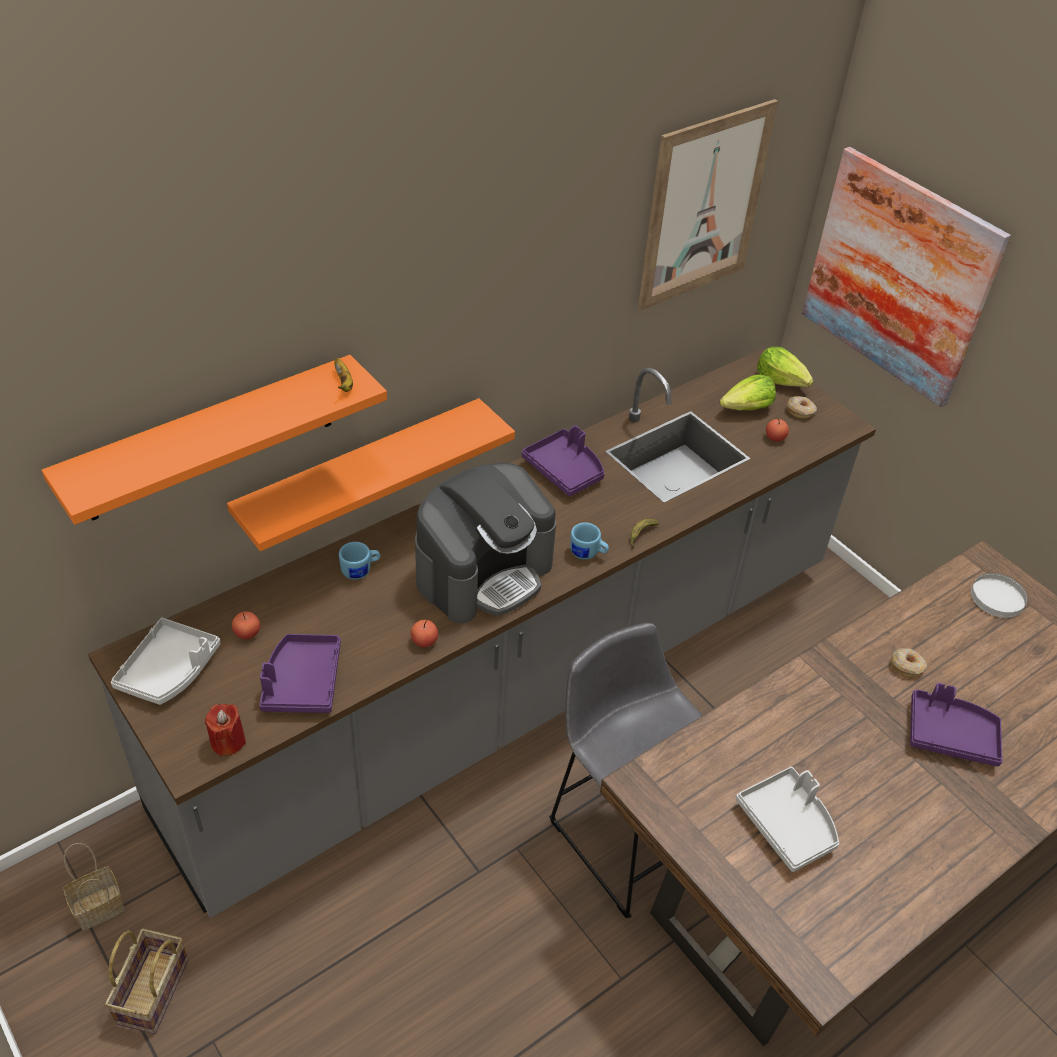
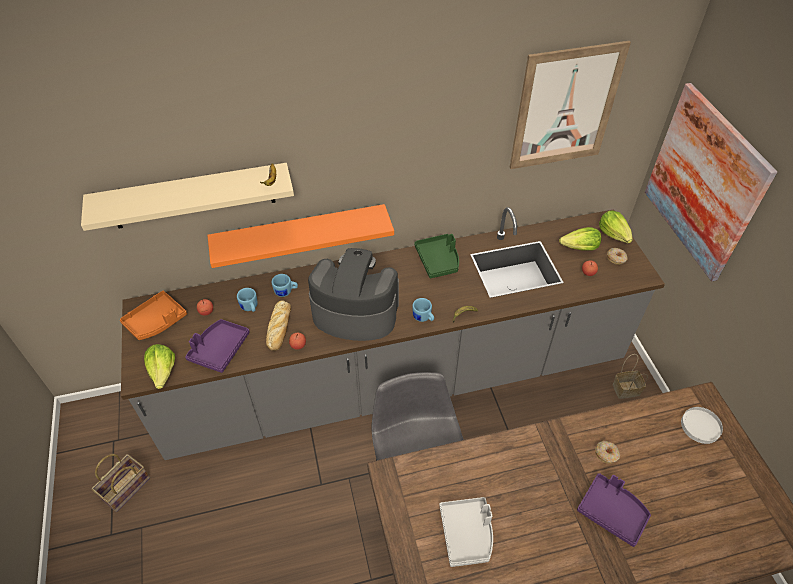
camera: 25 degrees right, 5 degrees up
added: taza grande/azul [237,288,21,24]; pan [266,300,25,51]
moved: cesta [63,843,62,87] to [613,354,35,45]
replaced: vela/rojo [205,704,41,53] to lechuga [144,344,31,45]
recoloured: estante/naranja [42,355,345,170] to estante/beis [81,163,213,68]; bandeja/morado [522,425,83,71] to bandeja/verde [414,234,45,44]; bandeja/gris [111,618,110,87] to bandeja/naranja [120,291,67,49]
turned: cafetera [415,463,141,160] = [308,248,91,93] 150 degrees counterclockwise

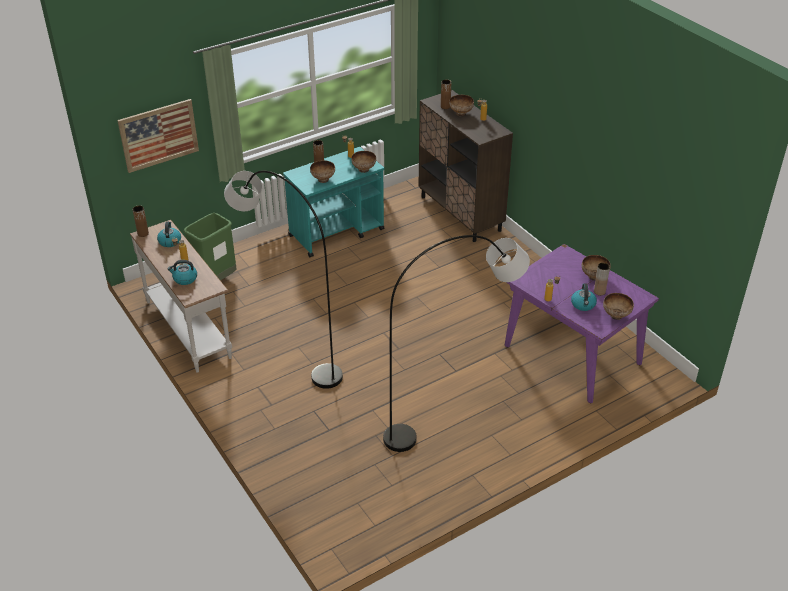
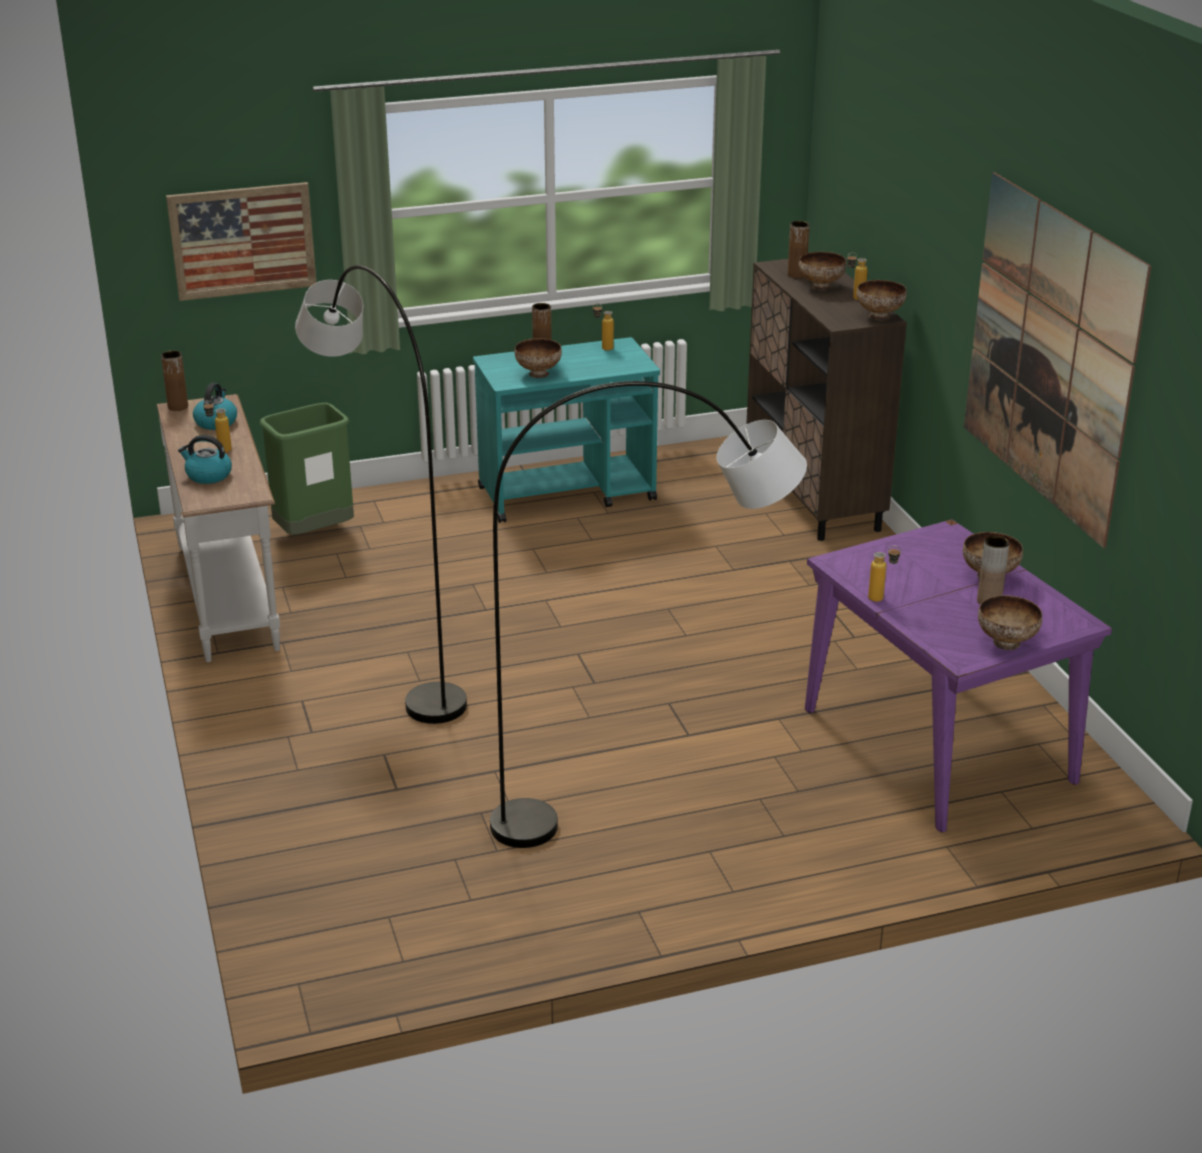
camera: 15 degrees right, 10 degrees down
removed: hervidor [571,283,26,28]
added: cuadro [964,172,187,376]
moved: cuenco [351,151,25,22] to [857,280,50,40]

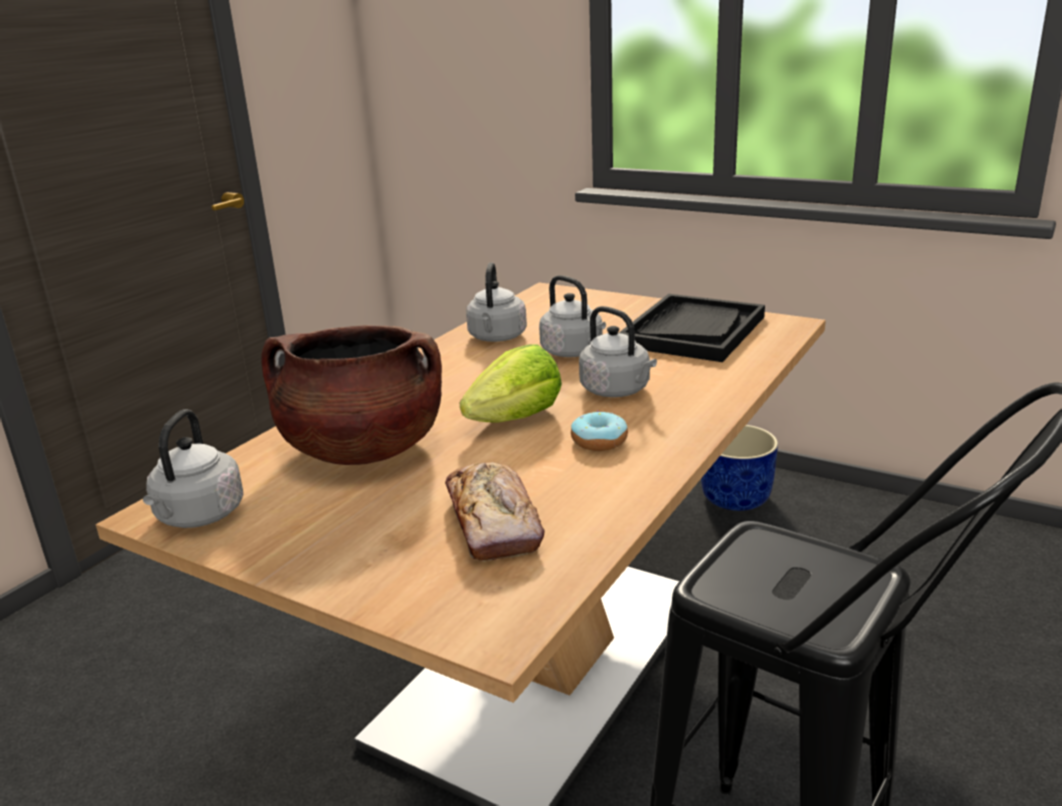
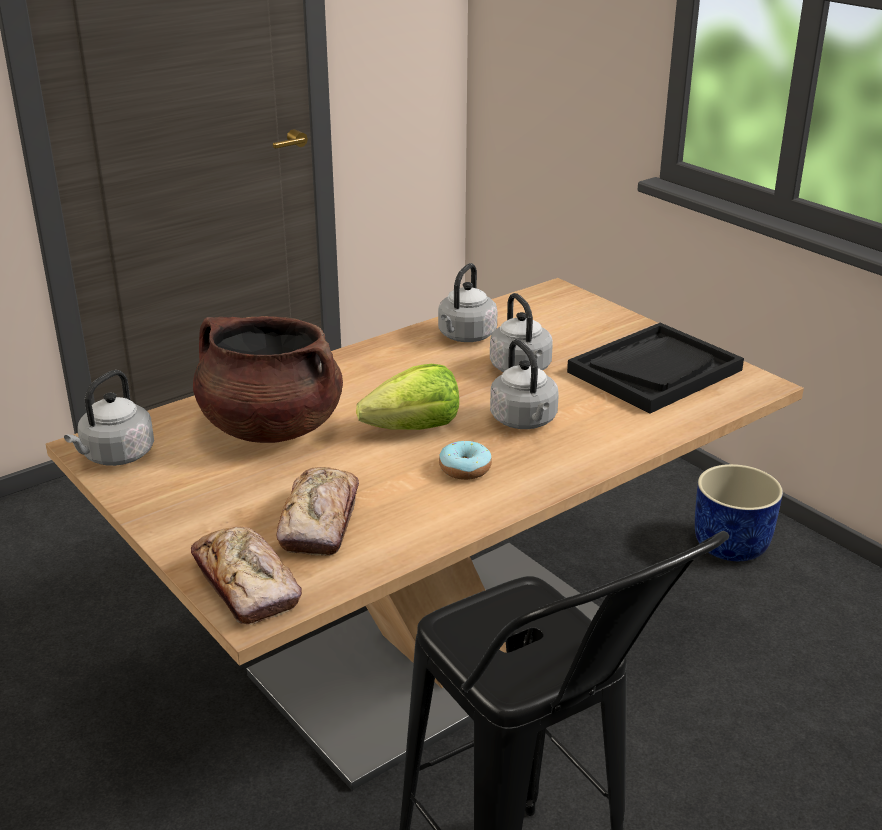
camera: 20 degrees right, 5 degrees up
added: pan [191,527,111,98]

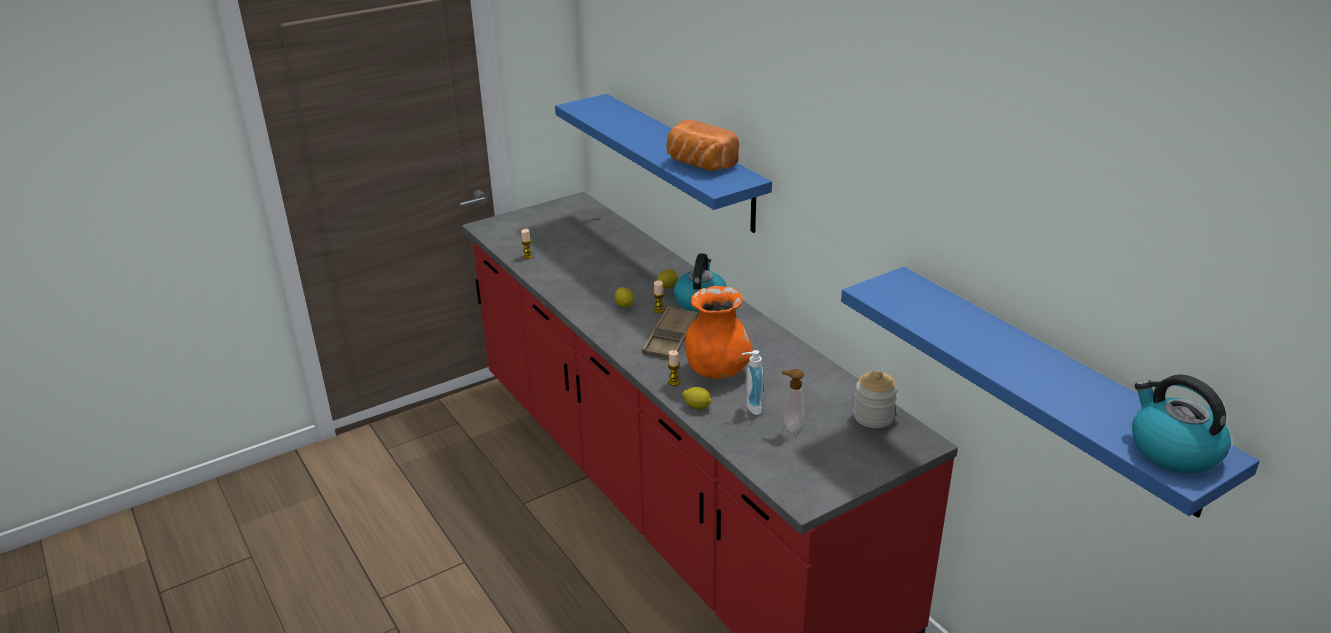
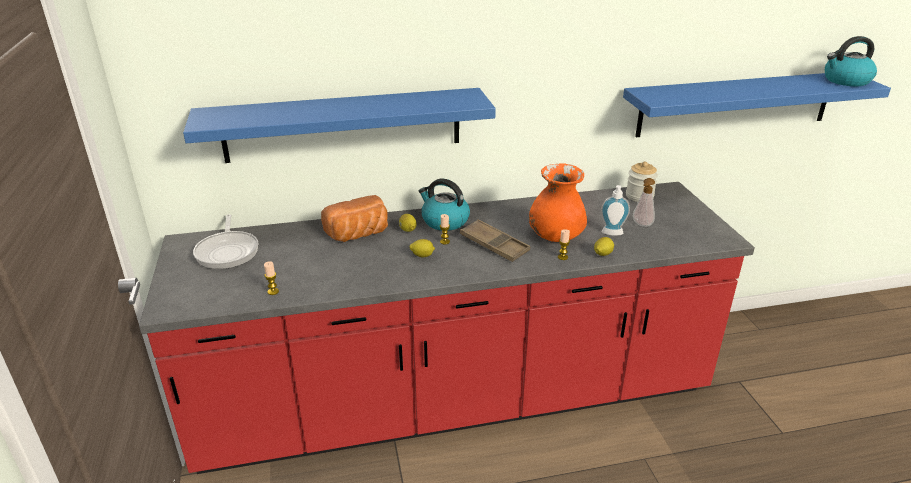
camera: 70 degrees left, 0 degrees up
added: sartén [193,214,66,55]
moved: pan [666,119,73,52] to [321,195,67,47]

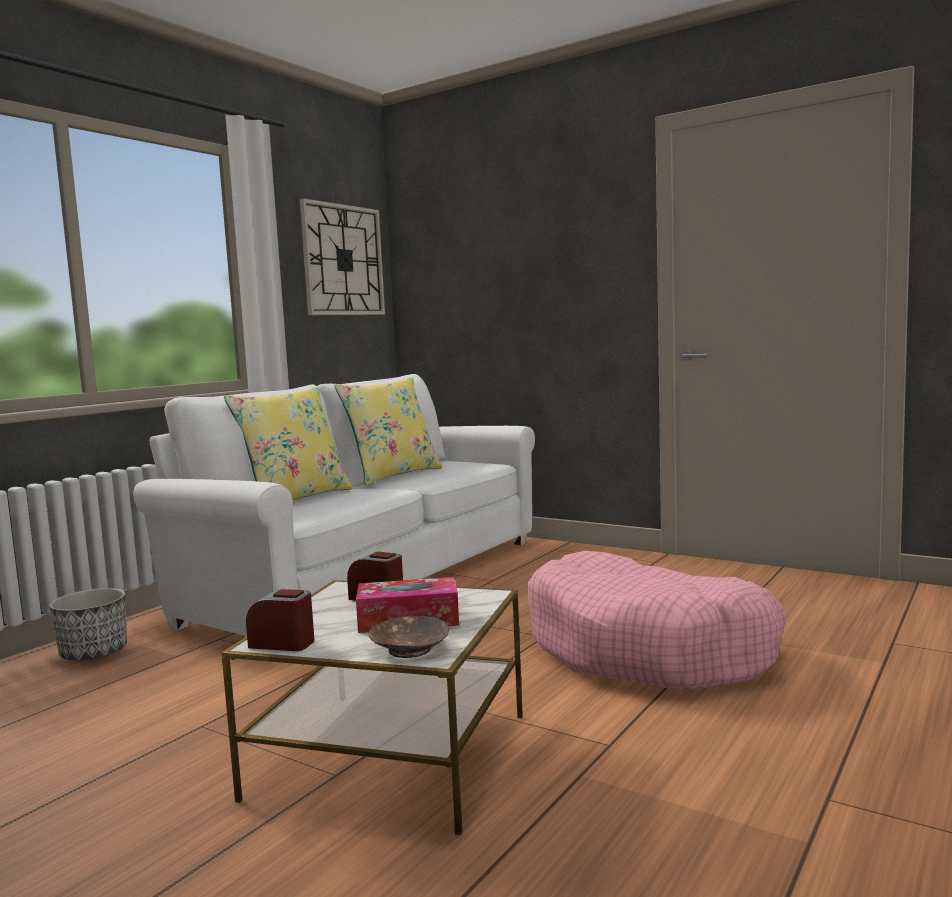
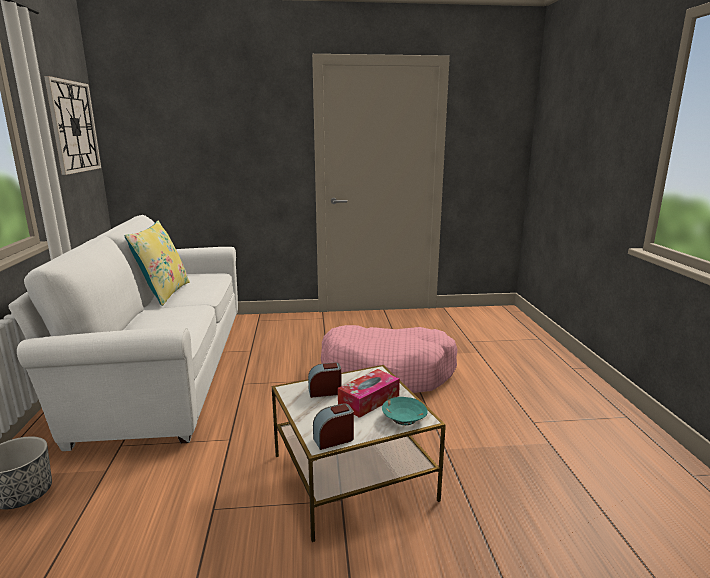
camera: 40 degrees left, 10 degrees up
removed: cojín/amarillo [224,386,129,114]
recoloured: cuenco/marrón [368,616,81,42] to cuenco/turquesa [382,397,46,28]

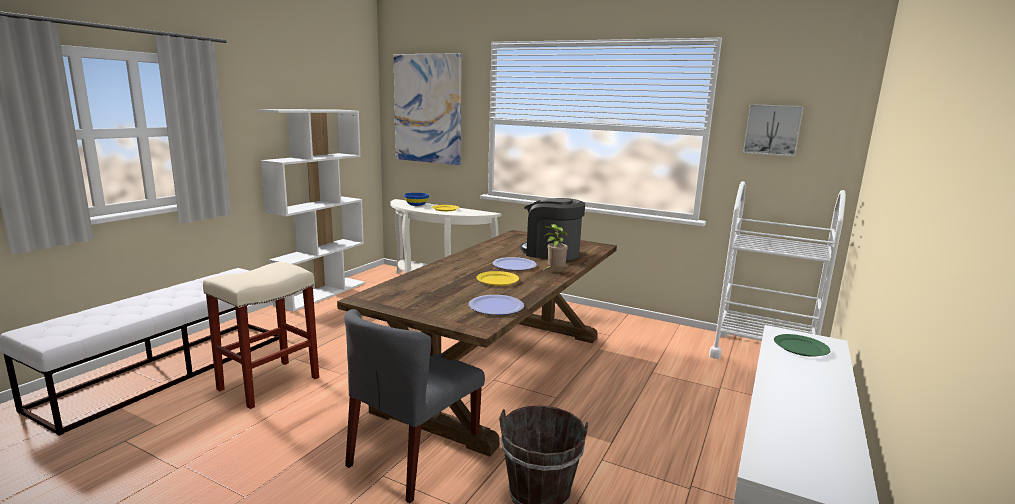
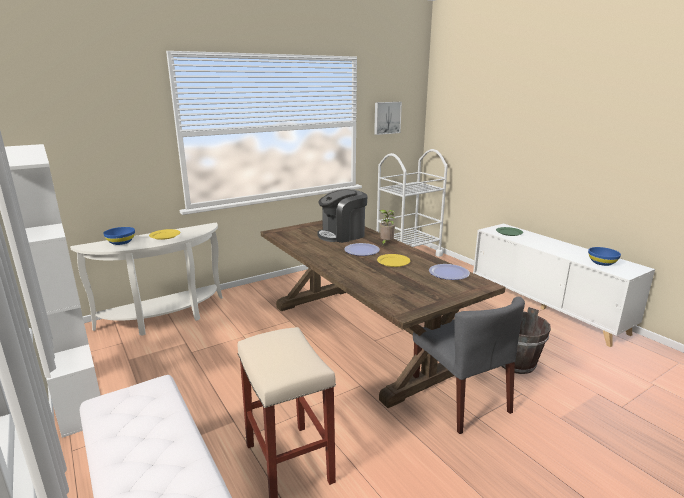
camera: 60 degrees left, 5 degrees up
removed: cuadro [394,54,68,111]
added: cuenco/azul [588,247,33,19]

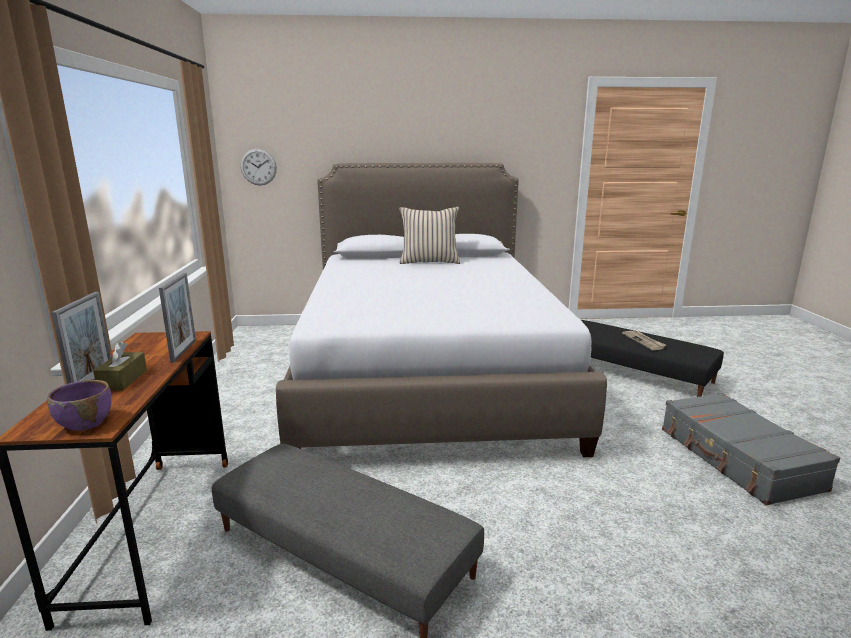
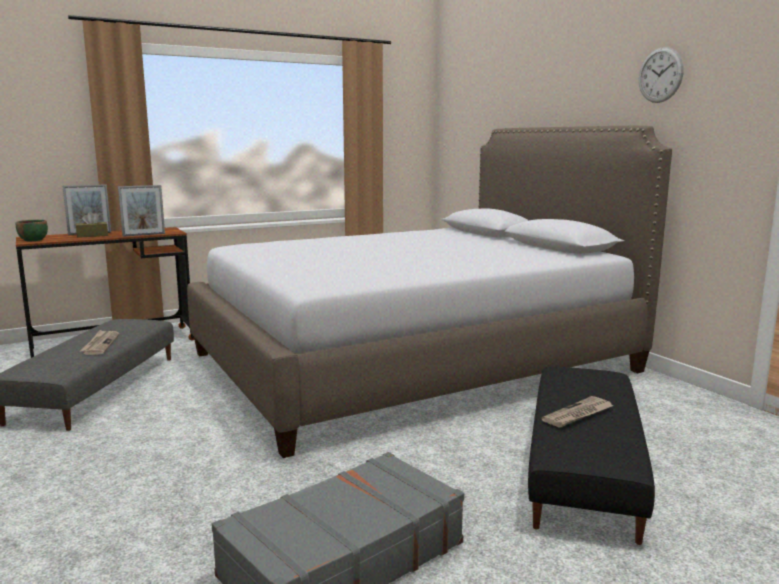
camera: 65 degrees right, 5 degrees down
removed: cojín/beis [399,207,61,57]
added: periódico [80,330,40,25]
moved: reloj de pared [240,149,37,36] to [639,47,45,56]
recoloured: cuenco/morado [47,380,64,51] to cuenco/verde [16,220,32,21]

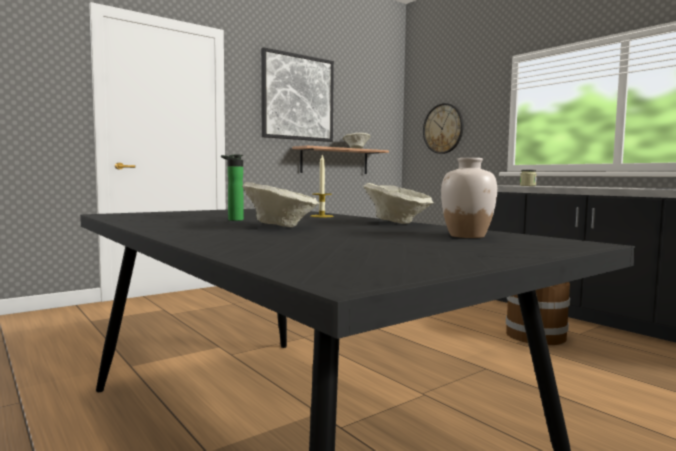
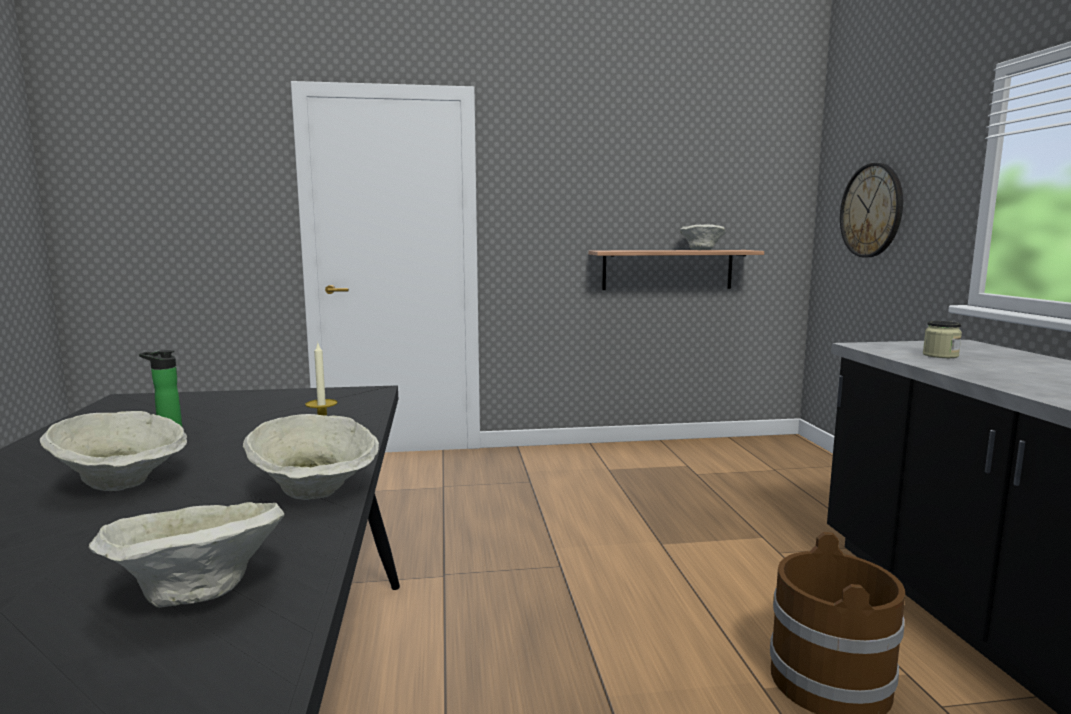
camera: 30 degrees right, 5 degrees up
removed: cuadro [261,47,73,95]
replaced: florero/blanco [441,158,56,80] to cuenco/beis [89,502,195,106]

